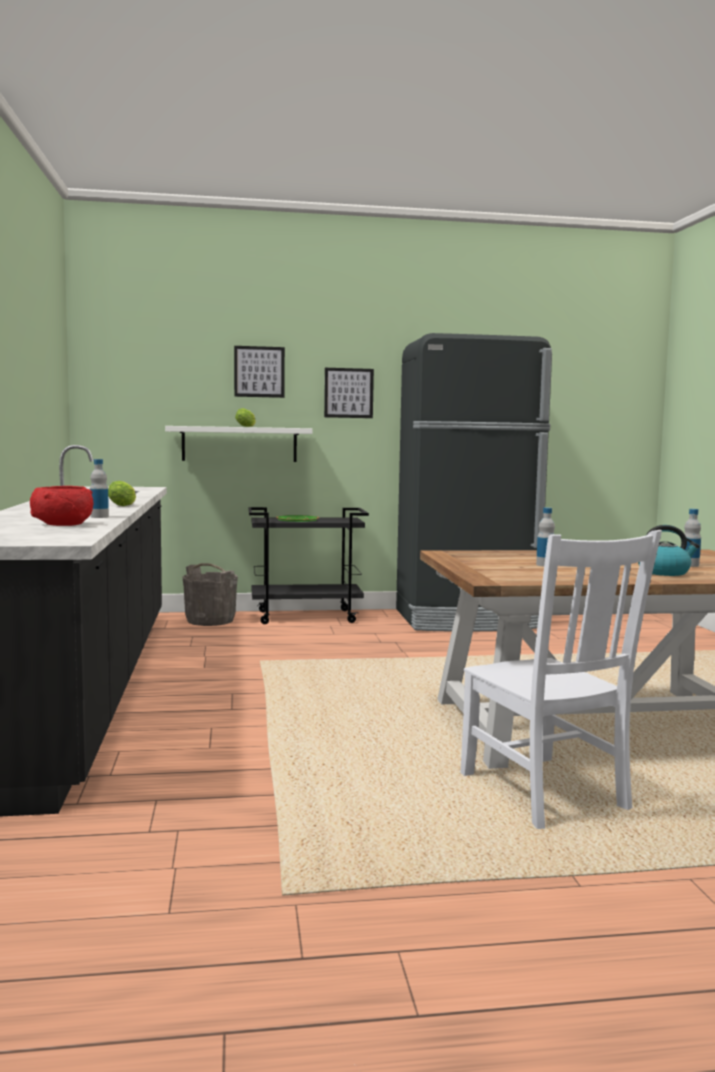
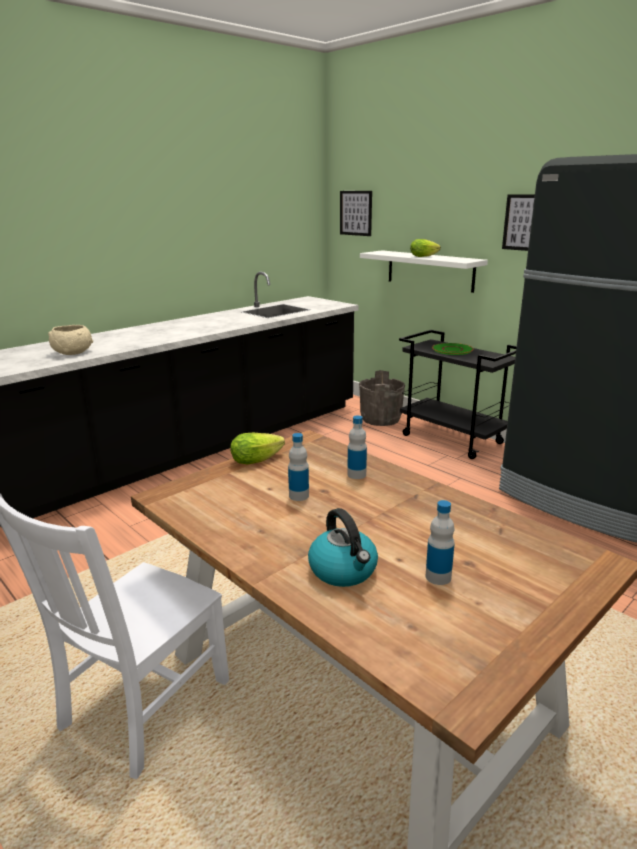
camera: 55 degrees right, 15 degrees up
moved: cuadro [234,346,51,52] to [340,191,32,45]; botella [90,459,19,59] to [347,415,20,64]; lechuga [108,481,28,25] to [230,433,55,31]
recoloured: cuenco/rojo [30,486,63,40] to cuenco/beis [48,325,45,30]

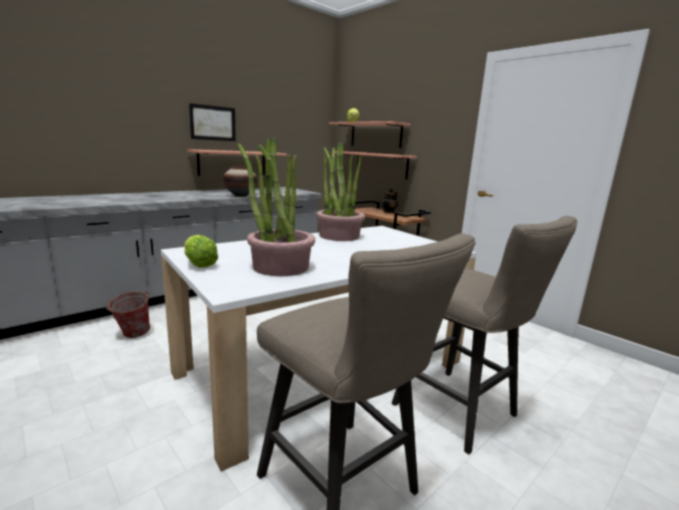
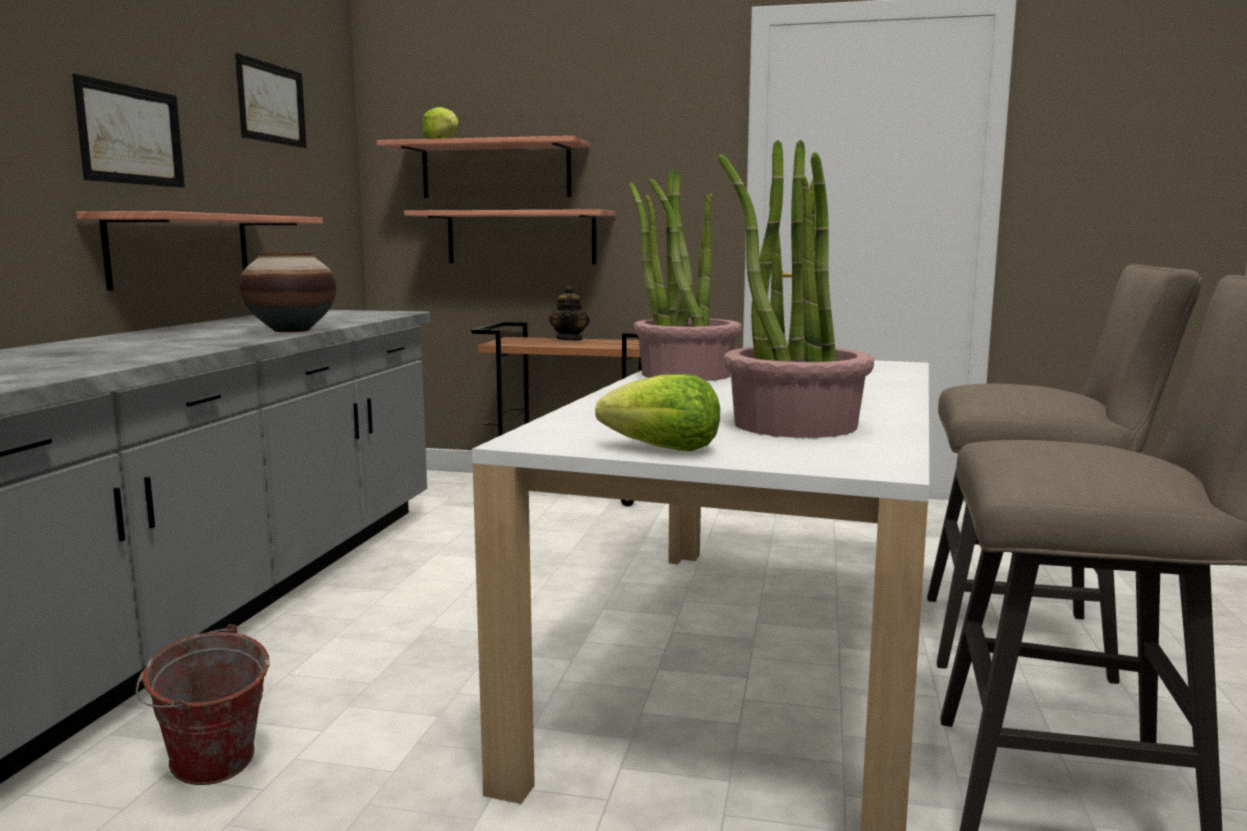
camera: 35 degrees left, 5 degrees down
added: cuadro [235,53,72,95]

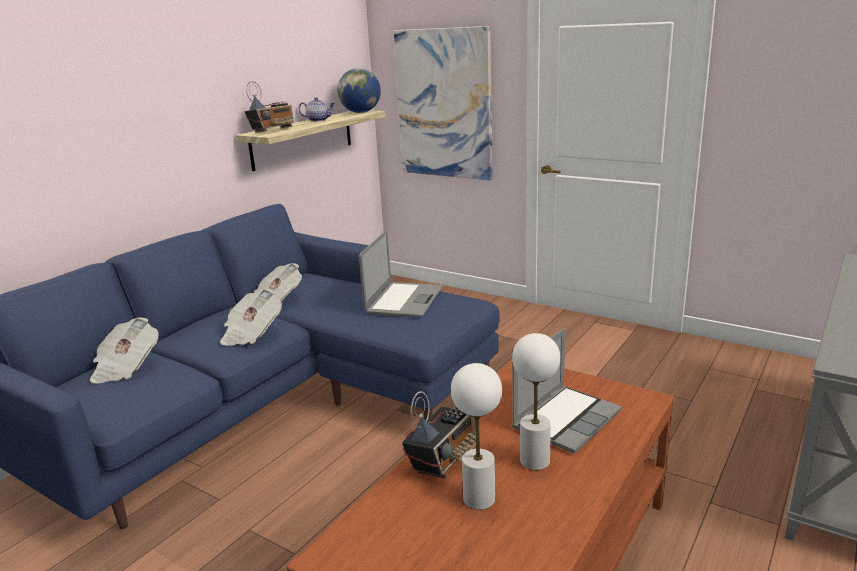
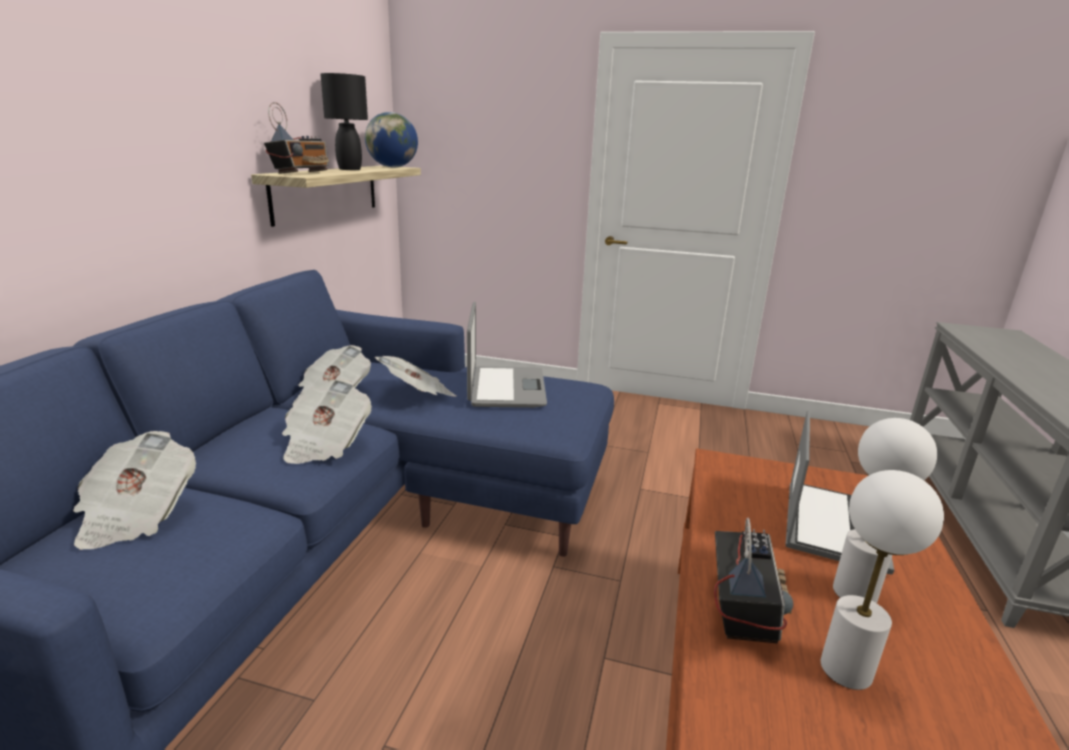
camera: 20 degrees left, 0 degrees up
removed: cuadro [394,26,99,154]
added: periódico [375,356,82,40]
replaced: tetera [298,97,37,25] to lámpara de mesa/negro [320,73,48,97]

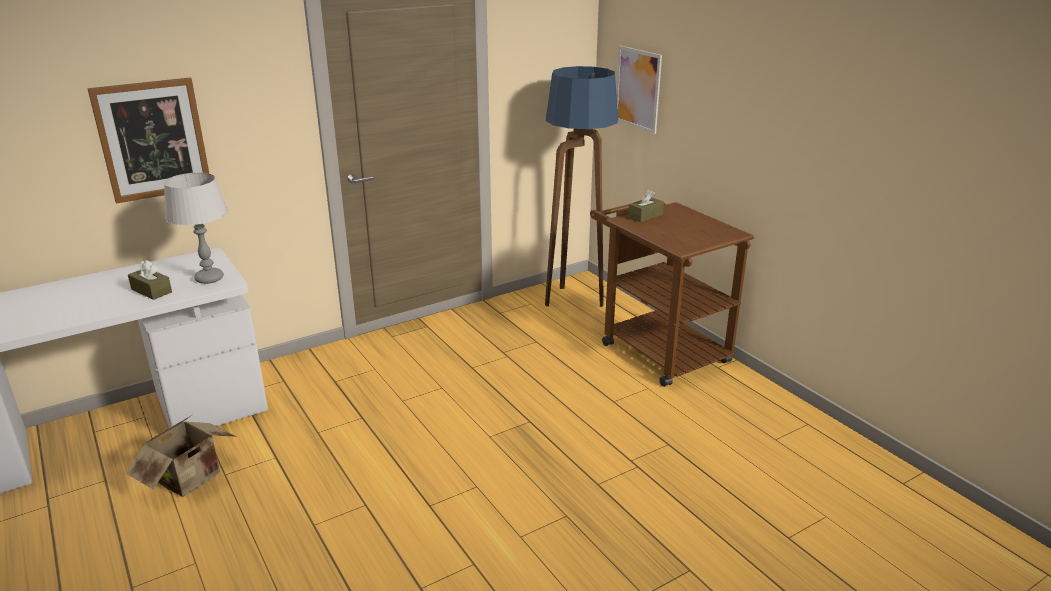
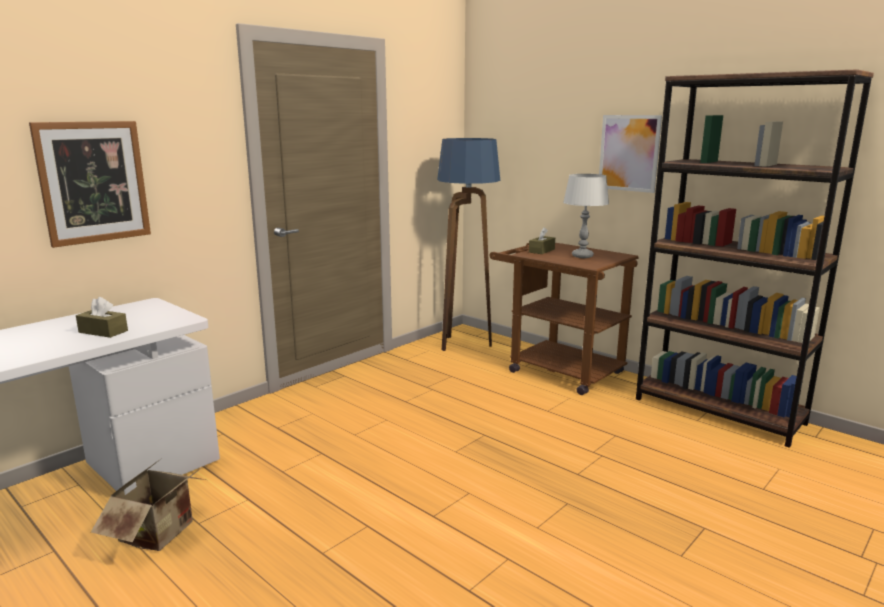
camera: 15 degrees left, 10 degrees down
added: estantería/marrón [636,69,238,379]
moved: cuadro [616,46,46,88] to [599,115,63,78]; lámpara de mesa/gris [164,173,64,111] to [563,174,46,84]

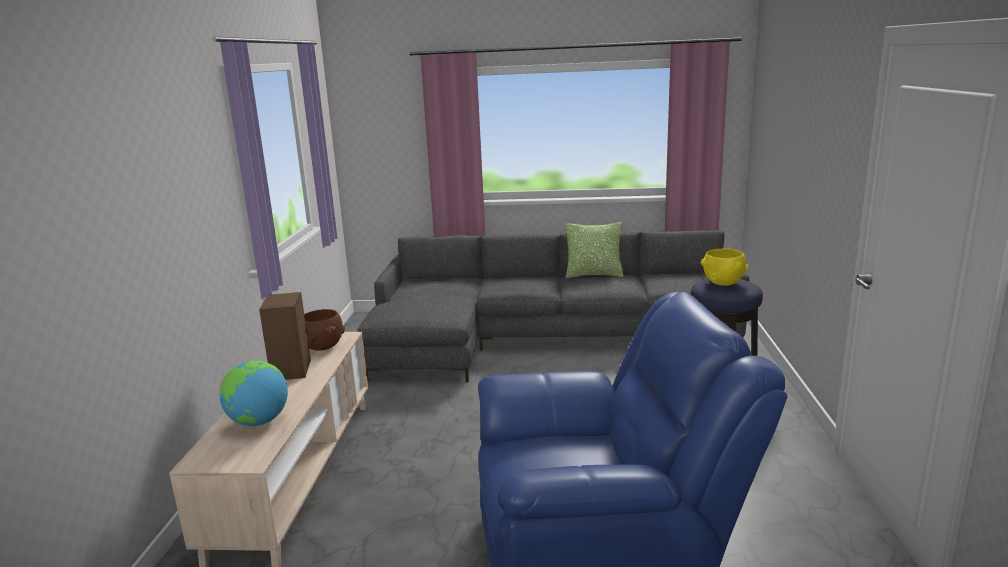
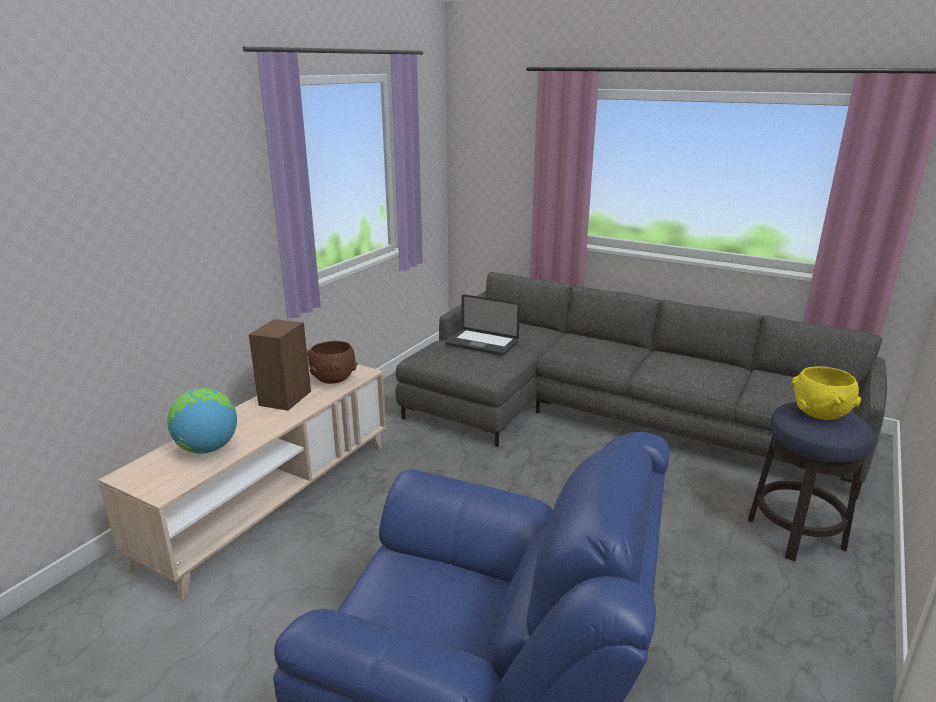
camera: 25 degrees right, 5 degrees up
removed: cojín [565,222,59,56]
added: portátil [446,294,74,61]

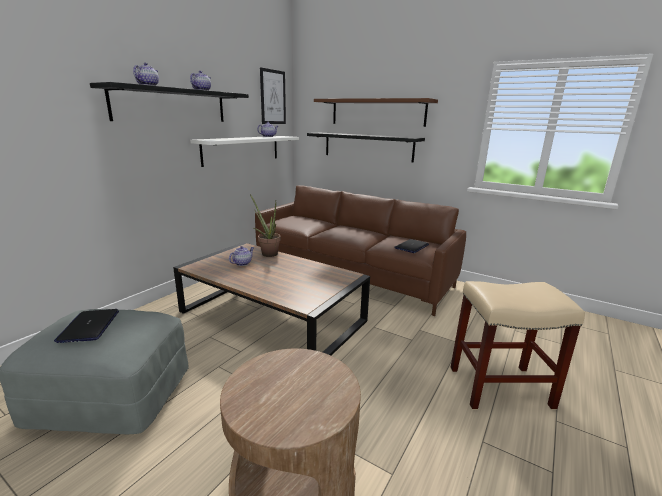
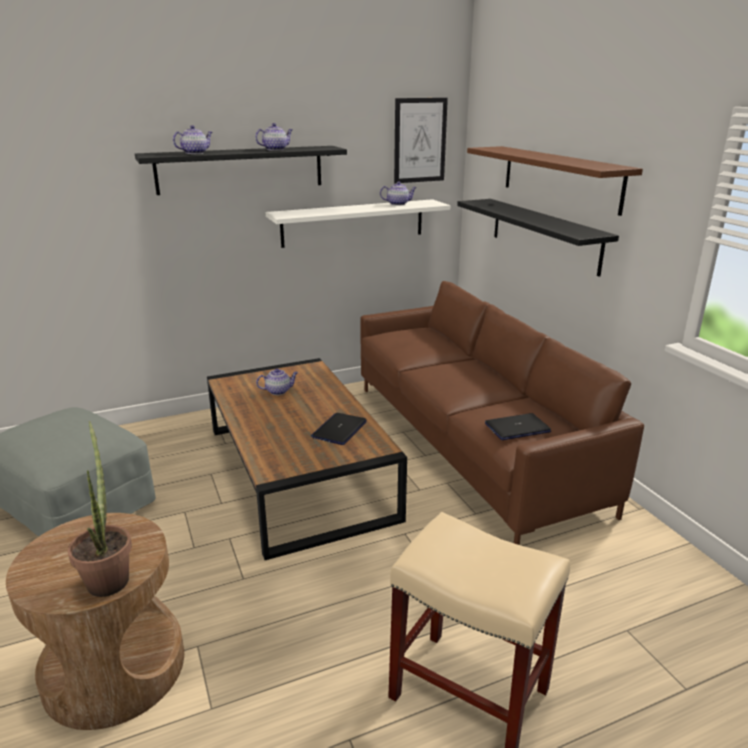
camera: 35 degrees right, 5 degrees up
moved: planta en maceta [250,194,31,63] to [68,421,64,176]; portátil [54,309,65,34] to [311,413,56,32]

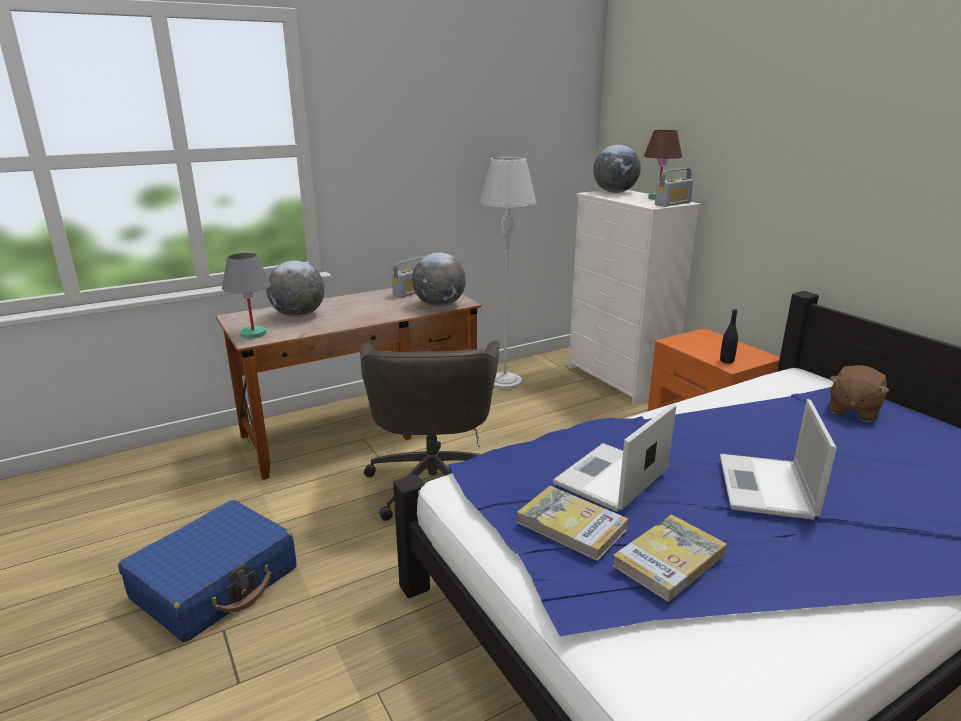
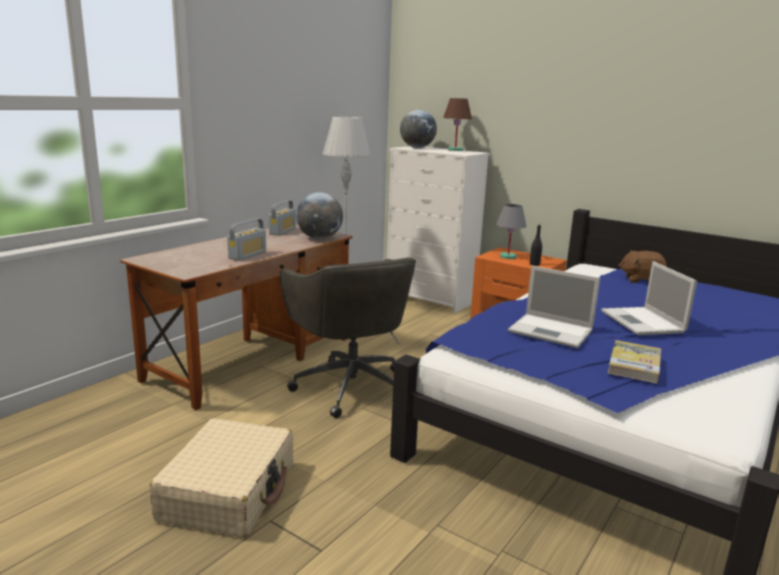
camera: 25 degrees left, 5 degrees down
removed: globo terráqueo [266,261,59,56]; libro [517,486,111,75]
moved: radio [655,168,38,39] to [227,219,39,42]; lámpara de mesa/gris [222,253,49,86] to [496,204,31,55]
recoloured: maleta/azul [118,500,179,142] to maleta/beis [150,418,143,120]
turned: peluche/marrón [829,365,60,57] = [618,251,49,33] 90 degrees clockwise; portátil [553,403,123,109] = [508,266,92,82] 75 degrees counterclockwise

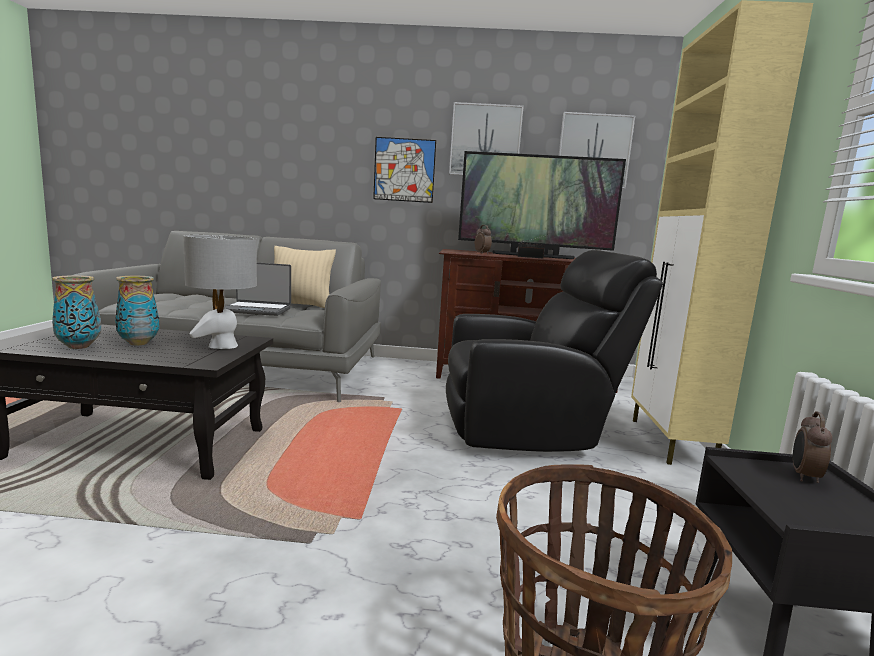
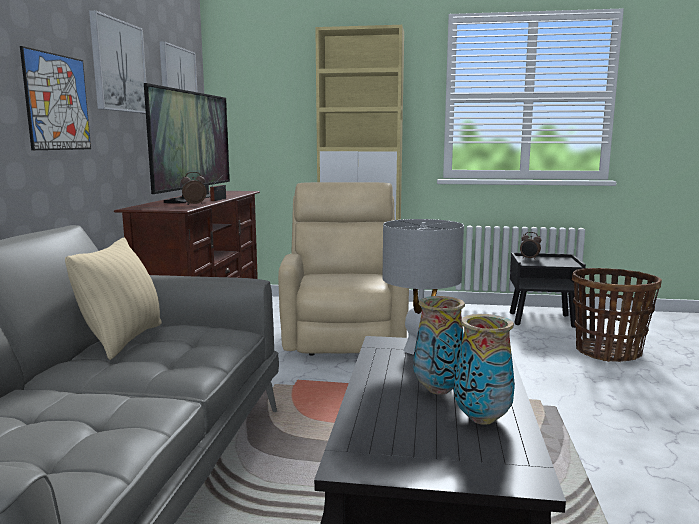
camera: 85 degrees left, 0 degrees up
removed: portátil [225,263,66,53]
recoloured: sillón/negro [446,250,217,202] to sillón/beis [278,182,131,174]

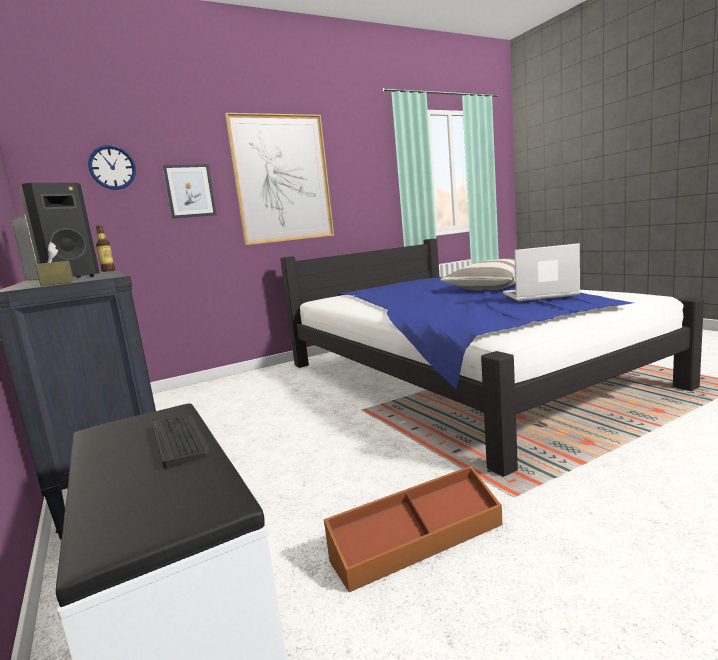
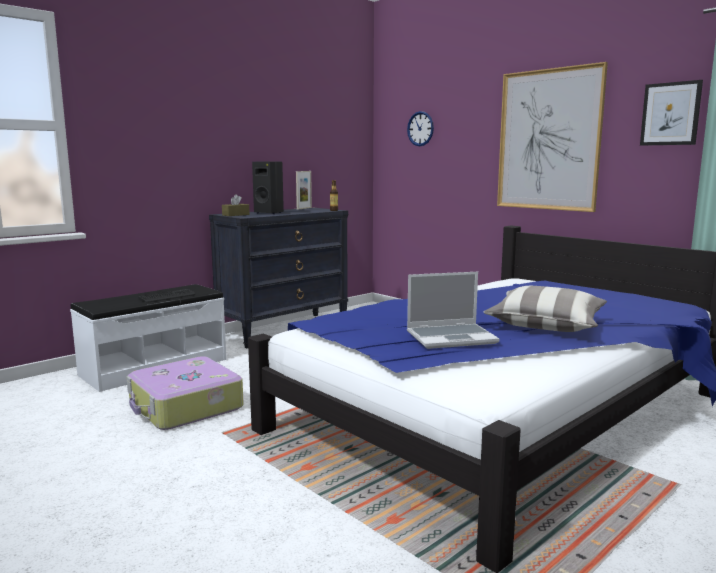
camera: 75 degrees right, 0 degrees up
moved: cuadro [162,164,55,55] to [640,80,63,66]
replaced: caja de almacenaje/marrón [324,466,179,126] to maleta [127,356,117,74]
turned: portátil [503,243,77,58] = [407,272,92,77] 90 degrees clockwise

